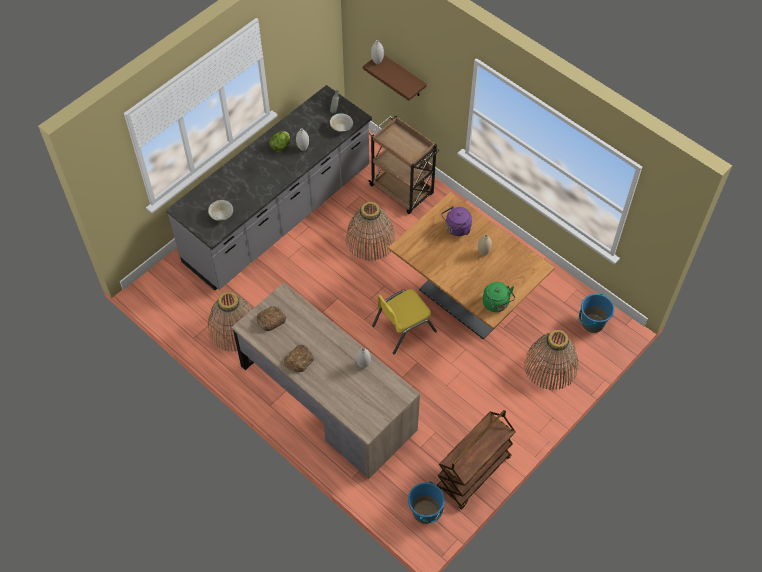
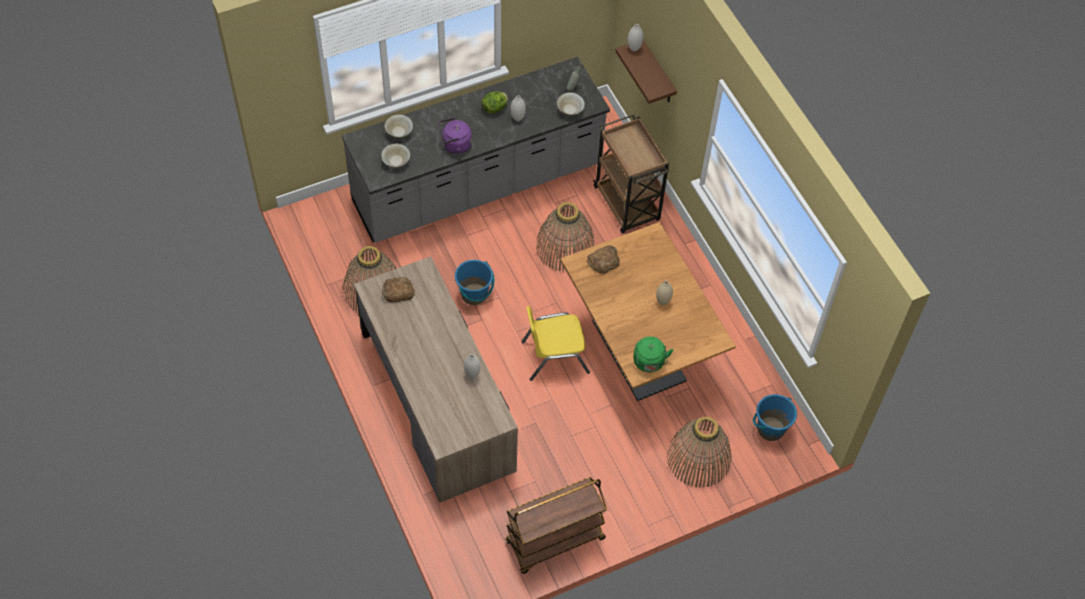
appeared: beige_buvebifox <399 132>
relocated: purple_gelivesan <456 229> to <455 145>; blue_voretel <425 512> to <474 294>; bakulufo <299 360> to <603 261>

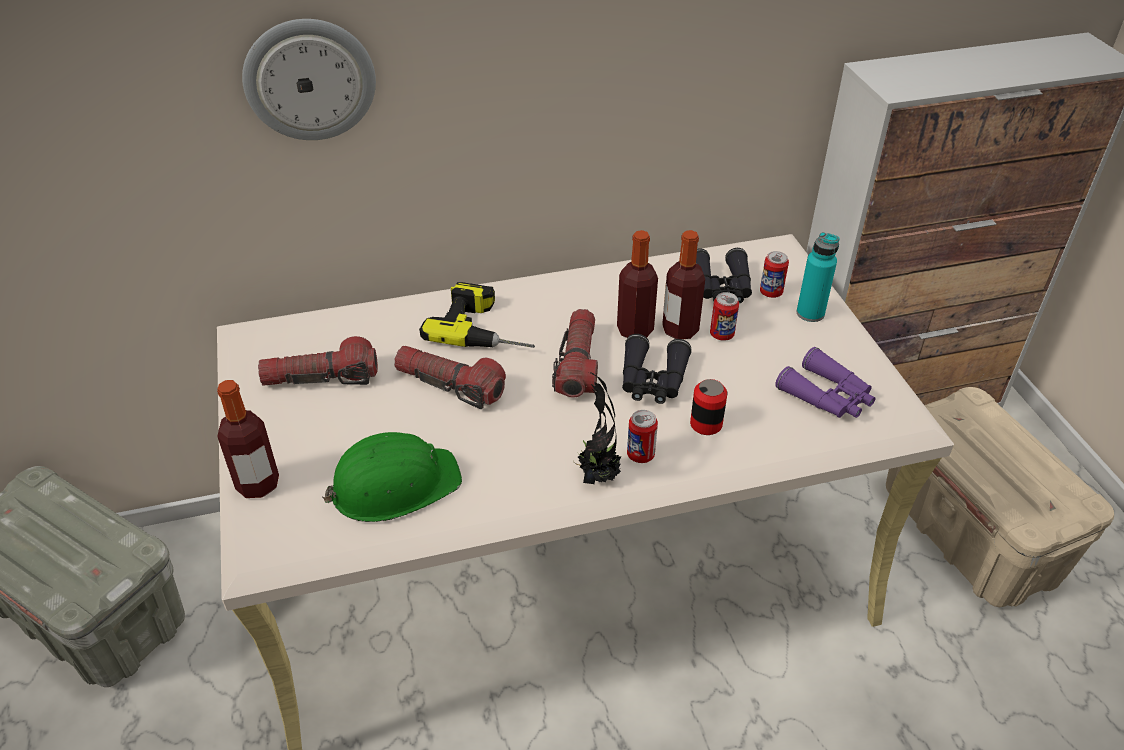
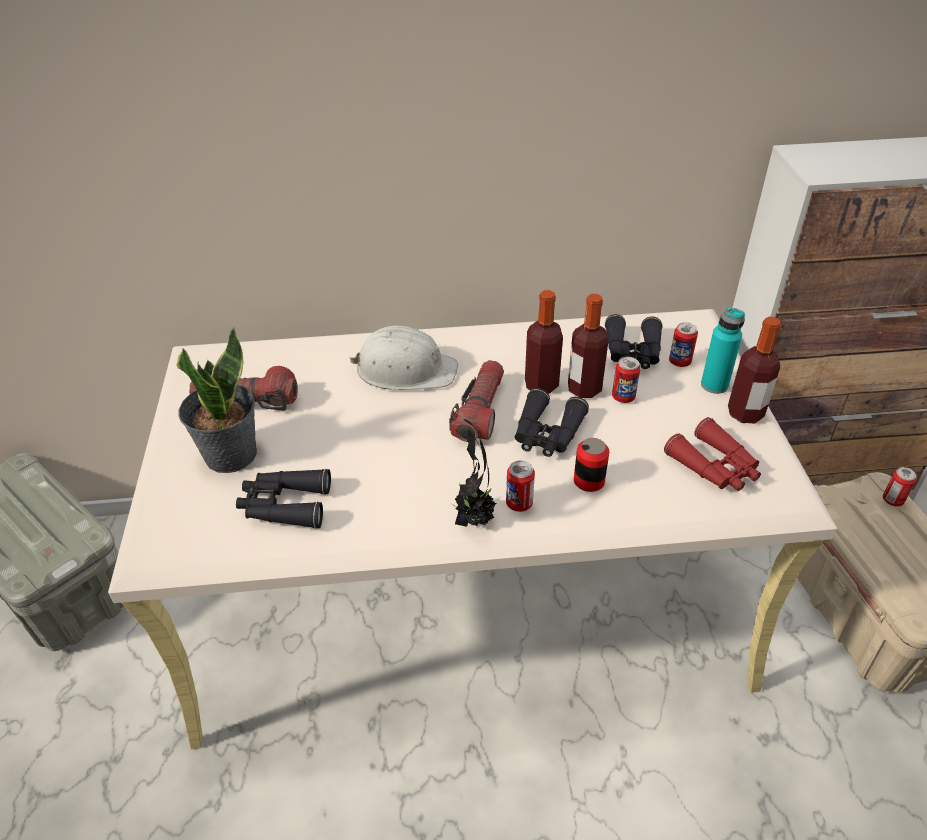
missing: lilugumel <309 79>; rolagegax <450 385>
appeared: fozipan <230 454>; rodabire <892 500>
relocated: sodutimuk <258 484> to <745 413>
exchanged: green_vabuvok <394 485> to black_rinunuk <284 505>; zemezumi <487 327> to white_vabuvok <405 369>
colour: purple_rinunuk <827 396> to red_rinunuk <715 467>

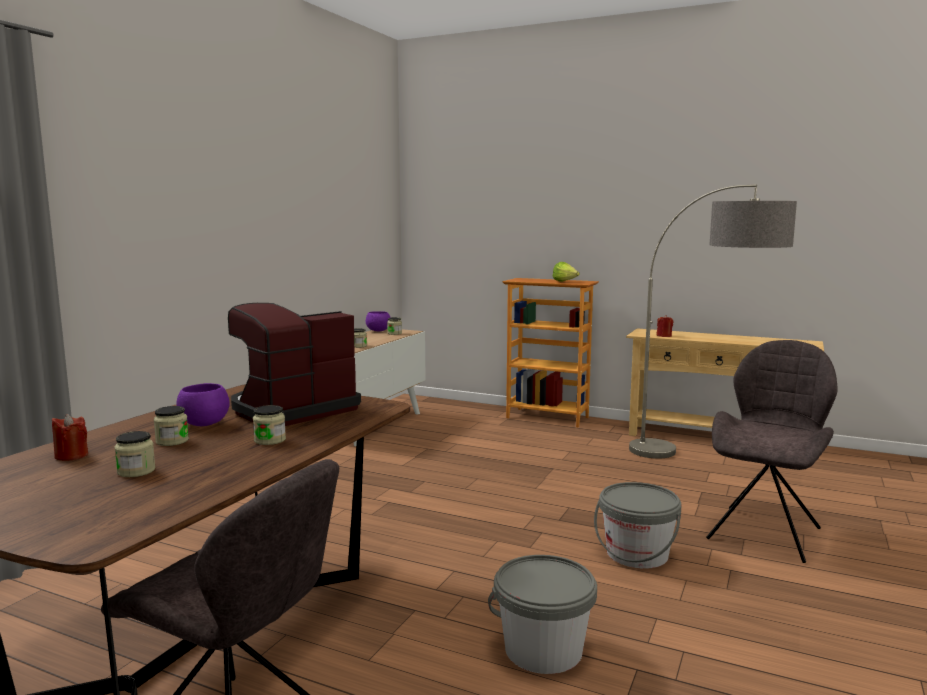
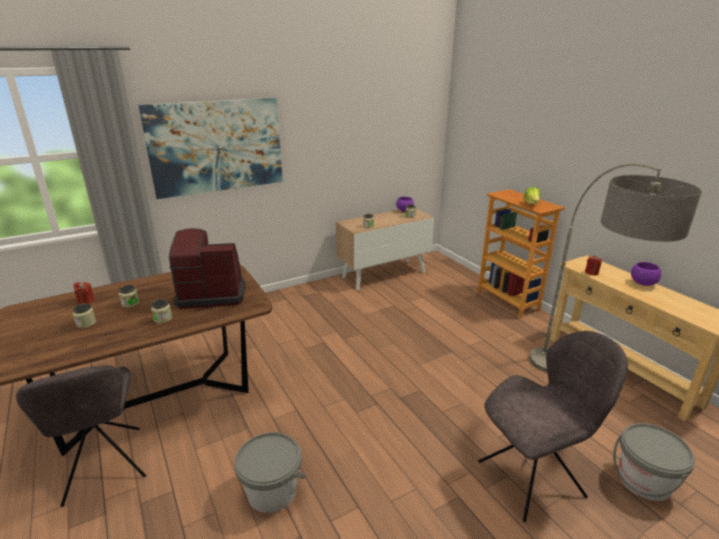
appeared: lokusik <217 146>
relocated: grey_voretel <637 554> to <644 481>; purple_buvebifox <205 424> to <643 283>

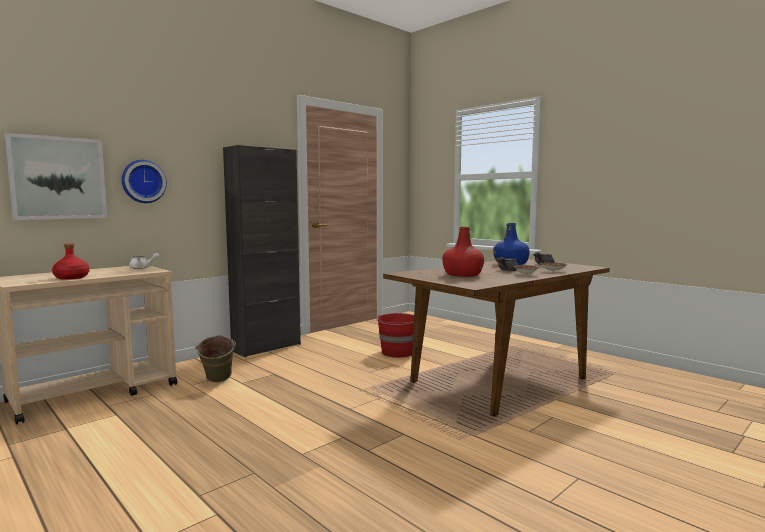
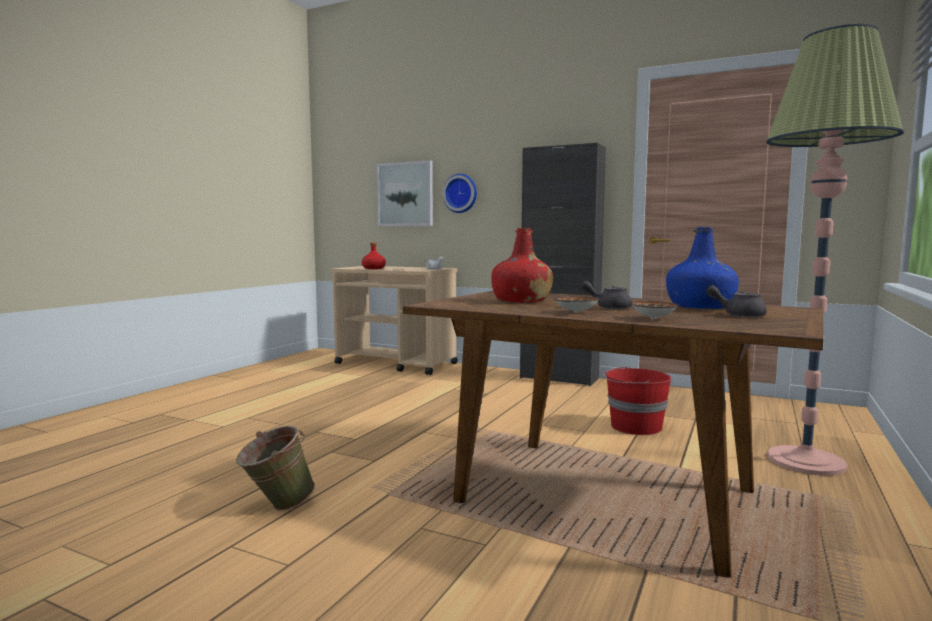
appeared: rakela <806 461>
relocated: green_voretel <217 381> to <276 506>

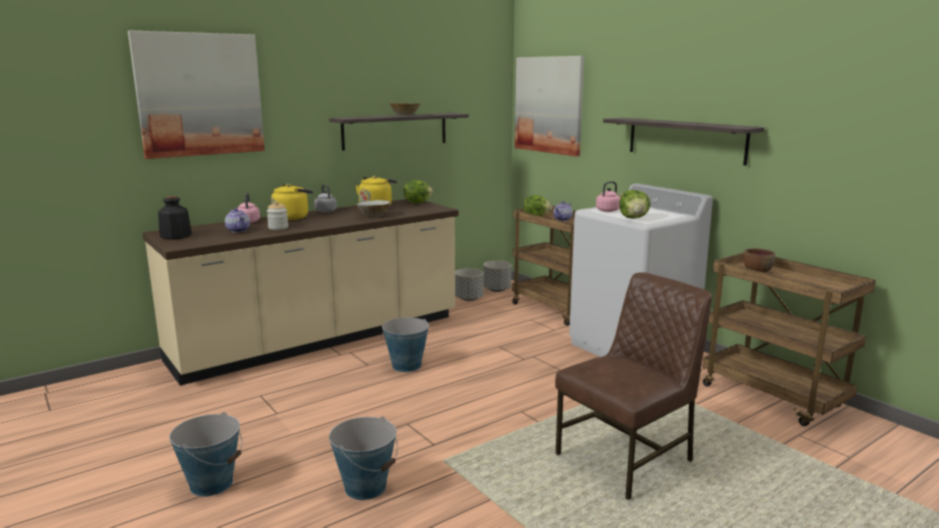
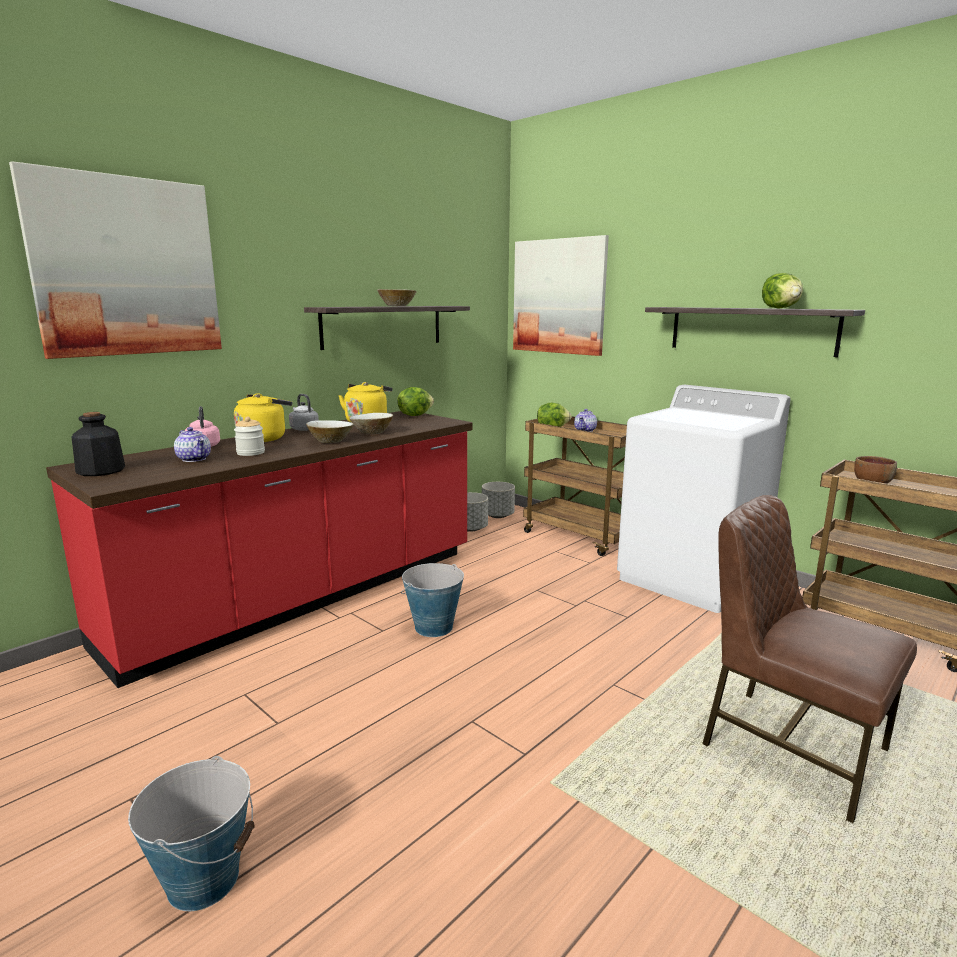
missing: voretel <366 487>; pink_gelivesan <608 210>
appeared: beige_buvebifox <331 441>
relocated: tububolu <634 218> to <781 308>
colour: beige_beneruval <320 339> to red_beneruval <305 597>
spun: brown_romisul <627 458> = <790 747> 90 degrees counterclockwise

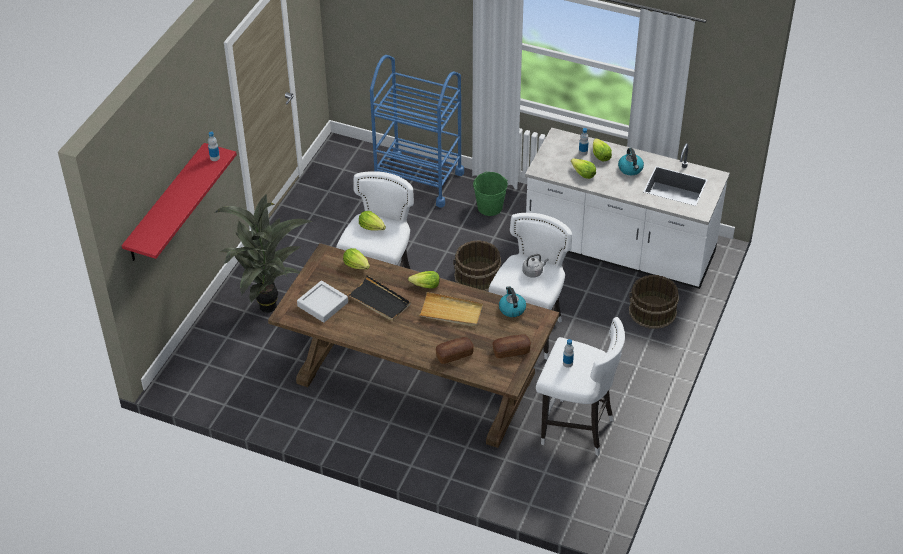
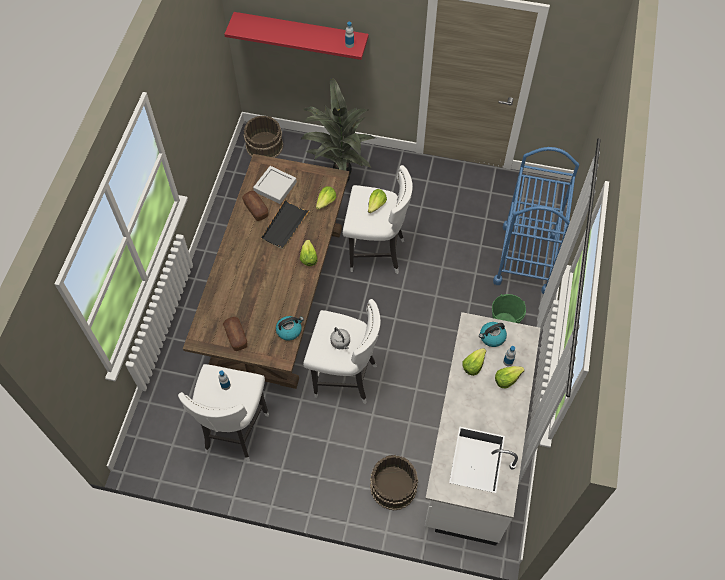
missing: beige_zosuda <451 312>
relocated: bakulufo <454 355> to <256 209>; brown_voretel <477 276> to <264 145>; gelivesan <630 169> to <492 337>

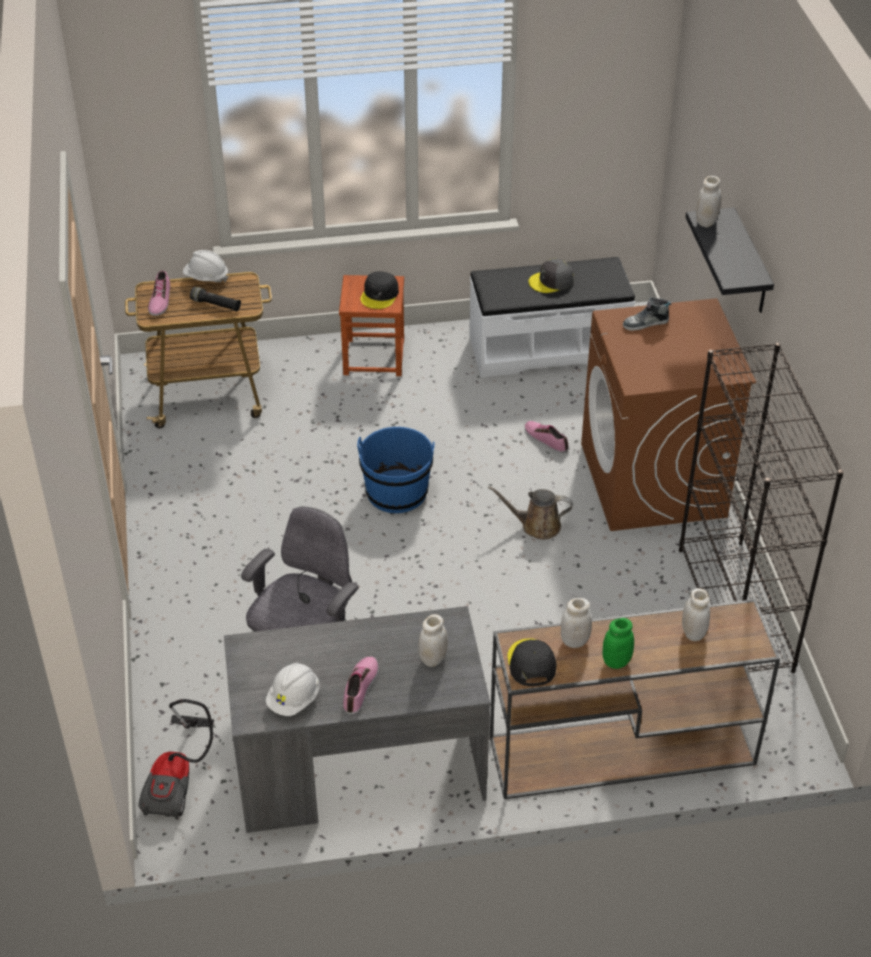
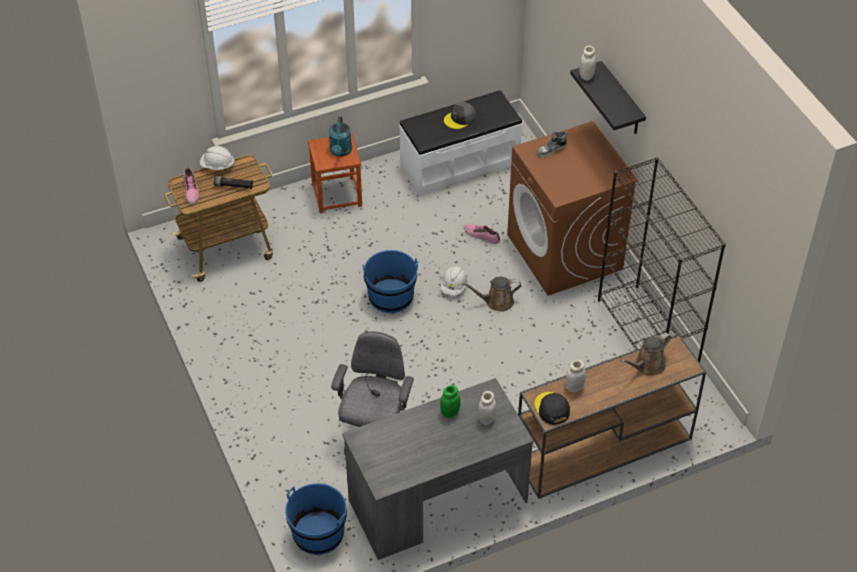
missing: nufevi <361 687>
relocated: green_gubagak <616 661> to <449 412>; white_vabuvok <294 699> to <454 286>
exchanged: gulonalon <179 778> to blue_voretel <318 534>; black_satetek <380 295> to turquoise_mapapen <340 152>; white_gubagak <693 633> to brown_mapapen <647 366>

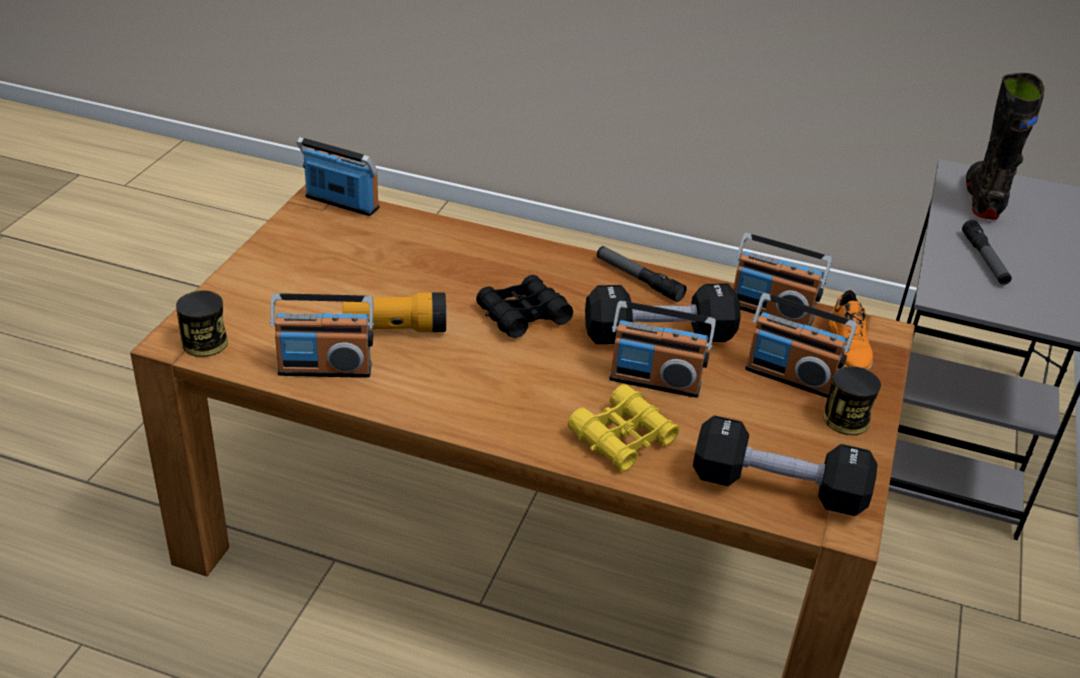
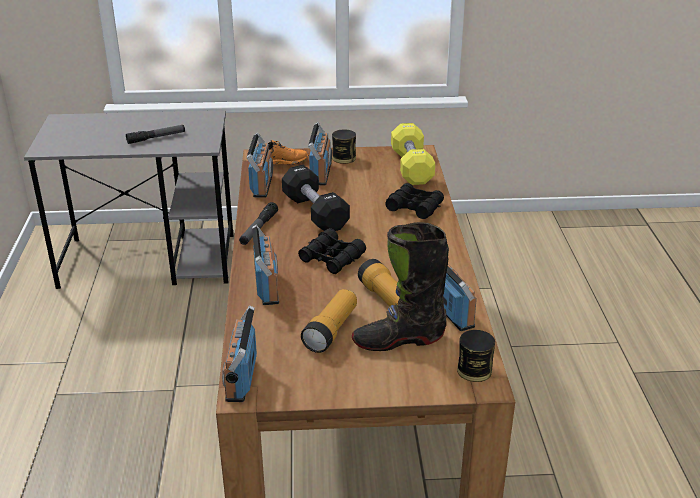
appeared: rolagegax <331 330>
relocated: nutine <655 381> to <267 287>; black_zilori <983 199> to <398 340>
colour: yellow_rinunuk <623 438> to black_rinunuk <414 207>; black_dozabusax <777 488> to yellow_dozabusax <411 167>

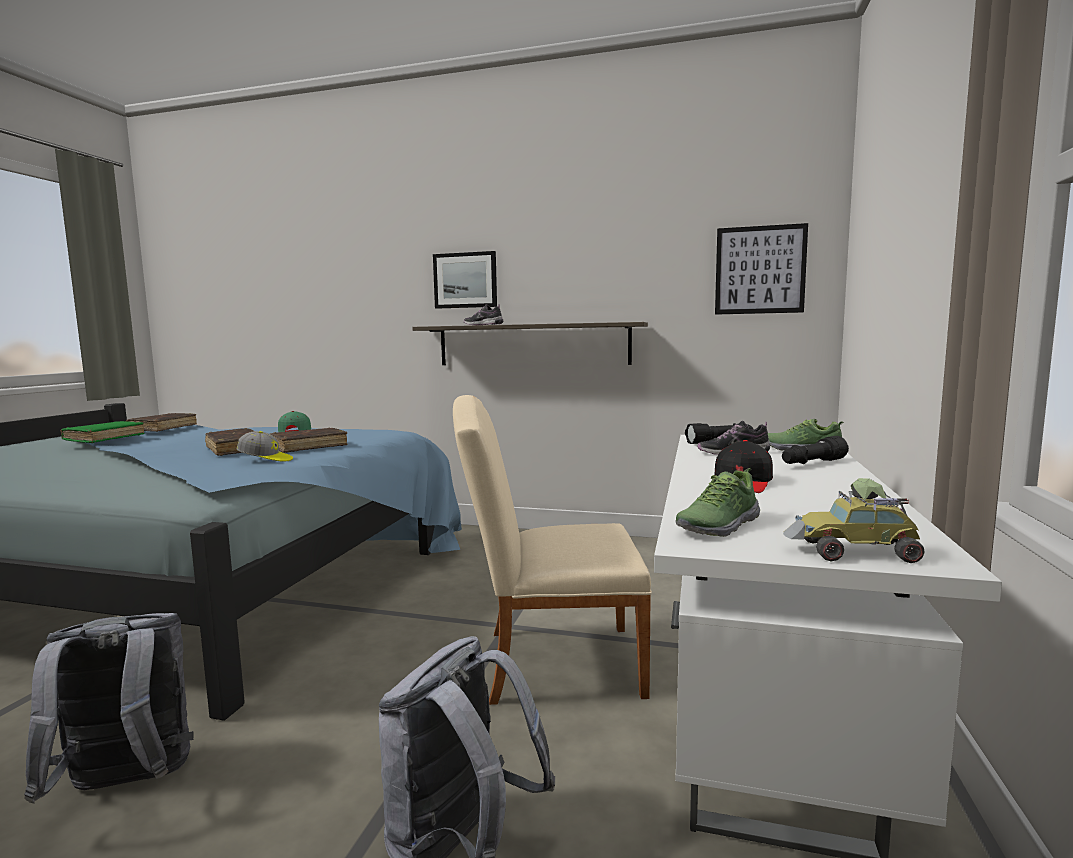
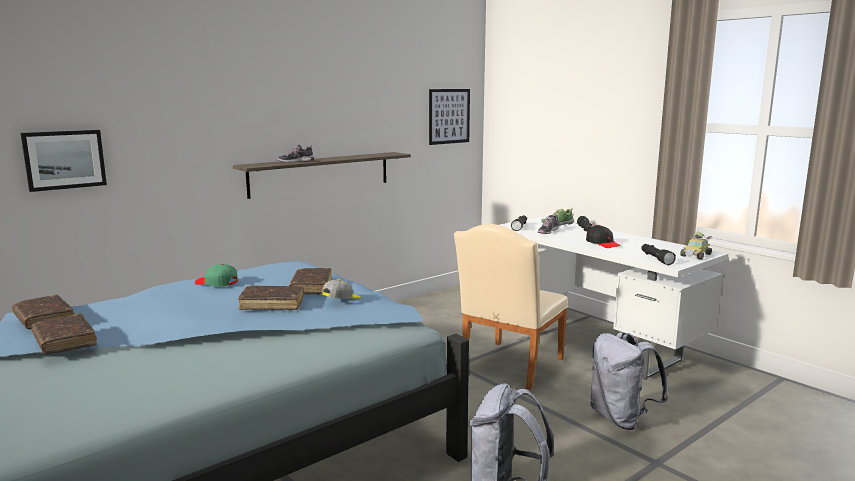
relocated: lokusik <465 280> to <64 159>
exchanged: nufevi <717 525> to black_rolagegax <655 259>
colour: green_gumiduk <105 438> to brown_gumiduk <64 341>

